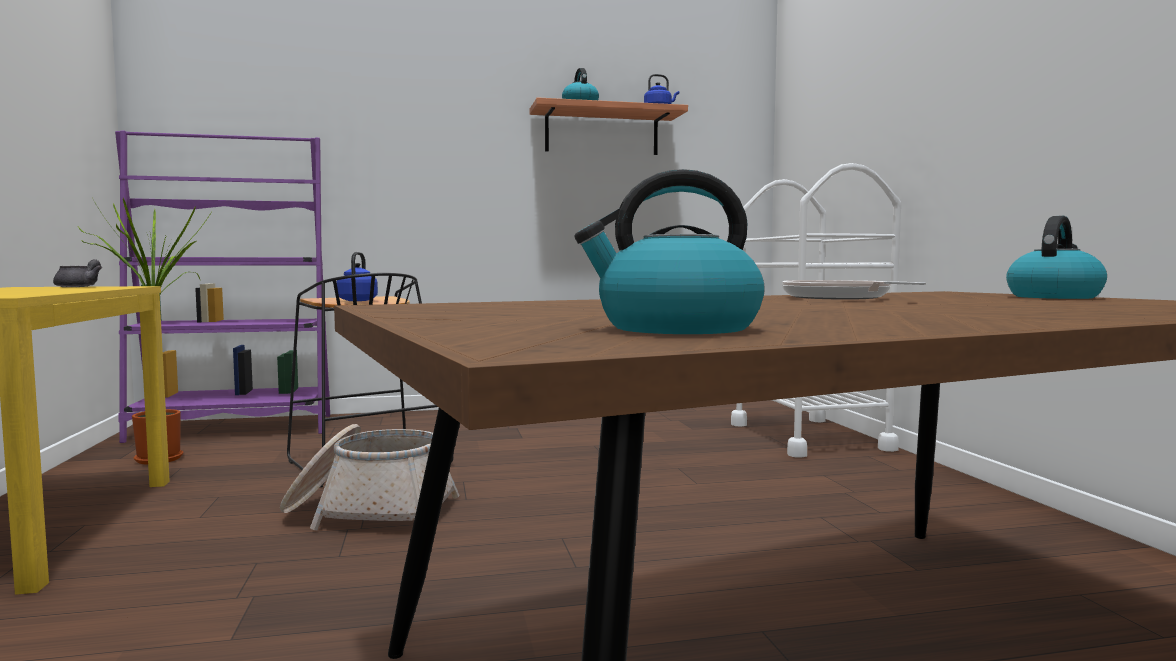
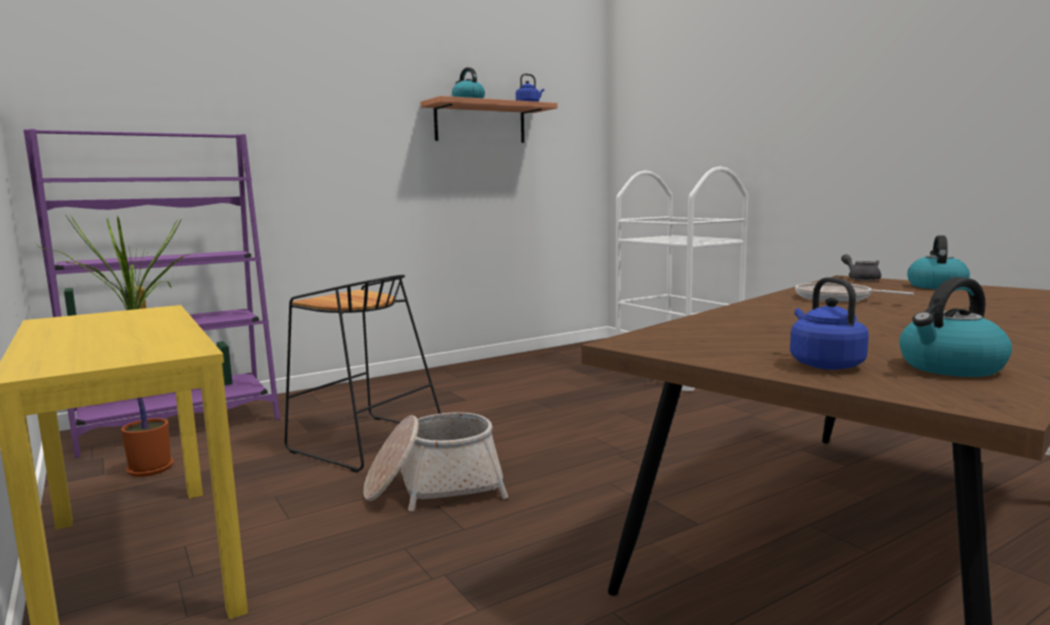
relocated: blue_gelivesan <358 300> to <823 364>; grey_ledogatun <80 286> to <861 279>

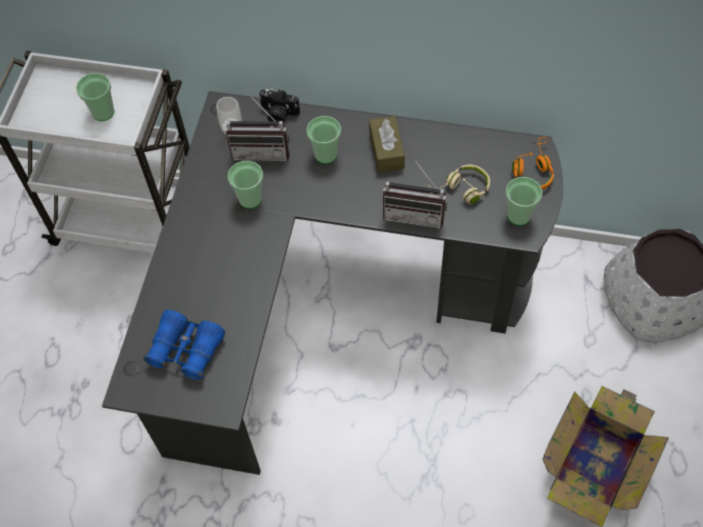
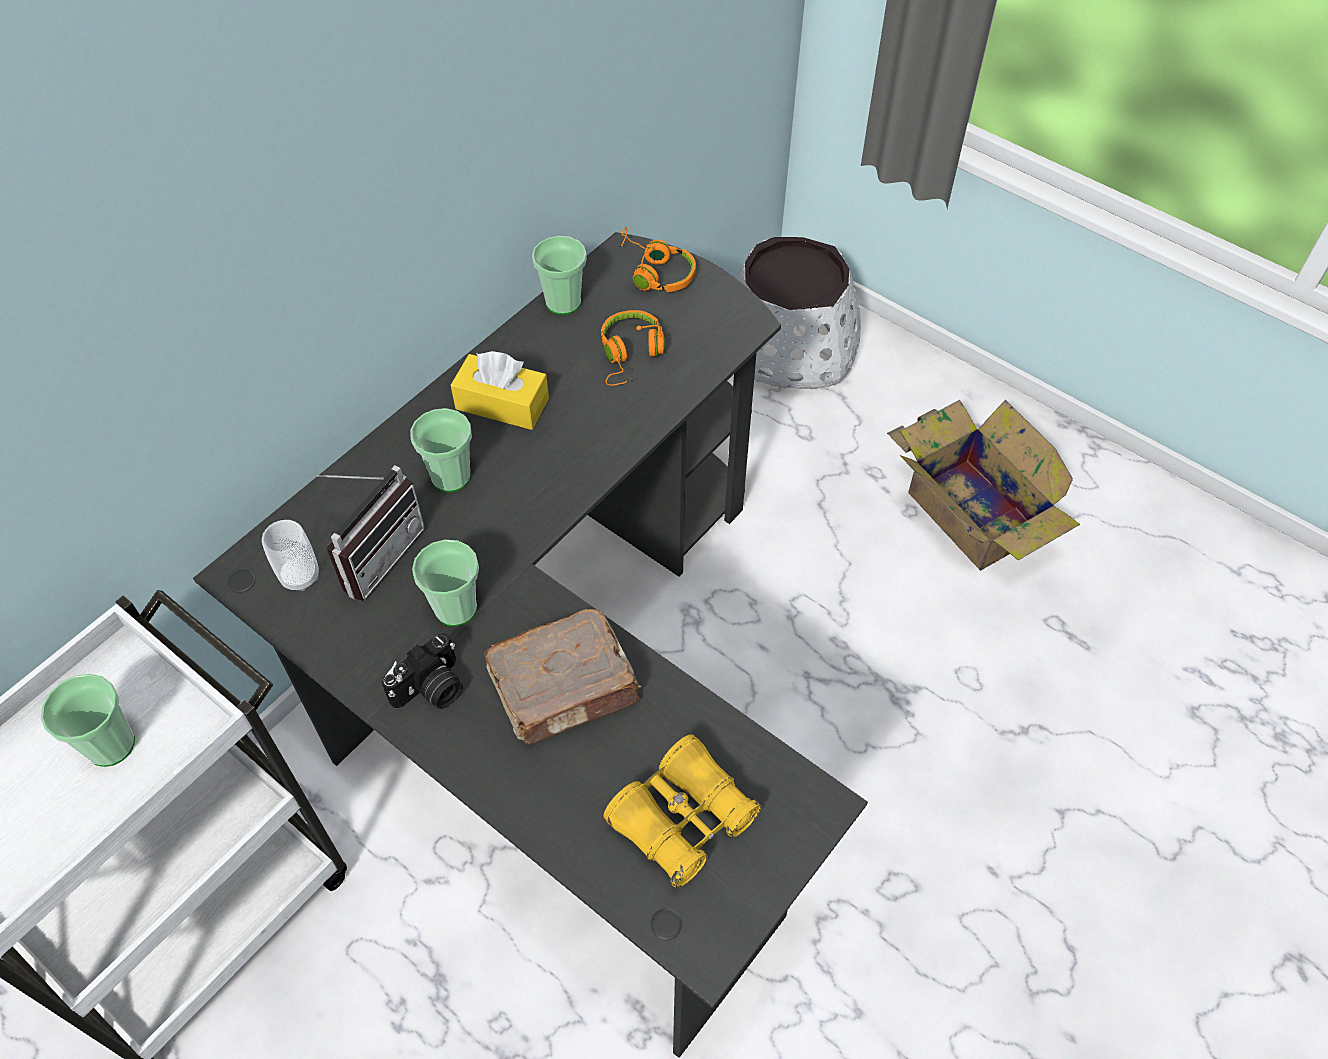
missing: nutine <415 213>
appeared: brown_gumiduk <566 688>
relocated: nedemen <278 114> to <431 690>; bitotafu <518 215> to <563 302>
colour: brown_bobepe <386 150> to yellow_bobepe <502 404>; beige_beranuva <461 190> to orange_beranuva <631 354>; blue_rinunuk <186 350> to yellow_rinunuk <682 819>

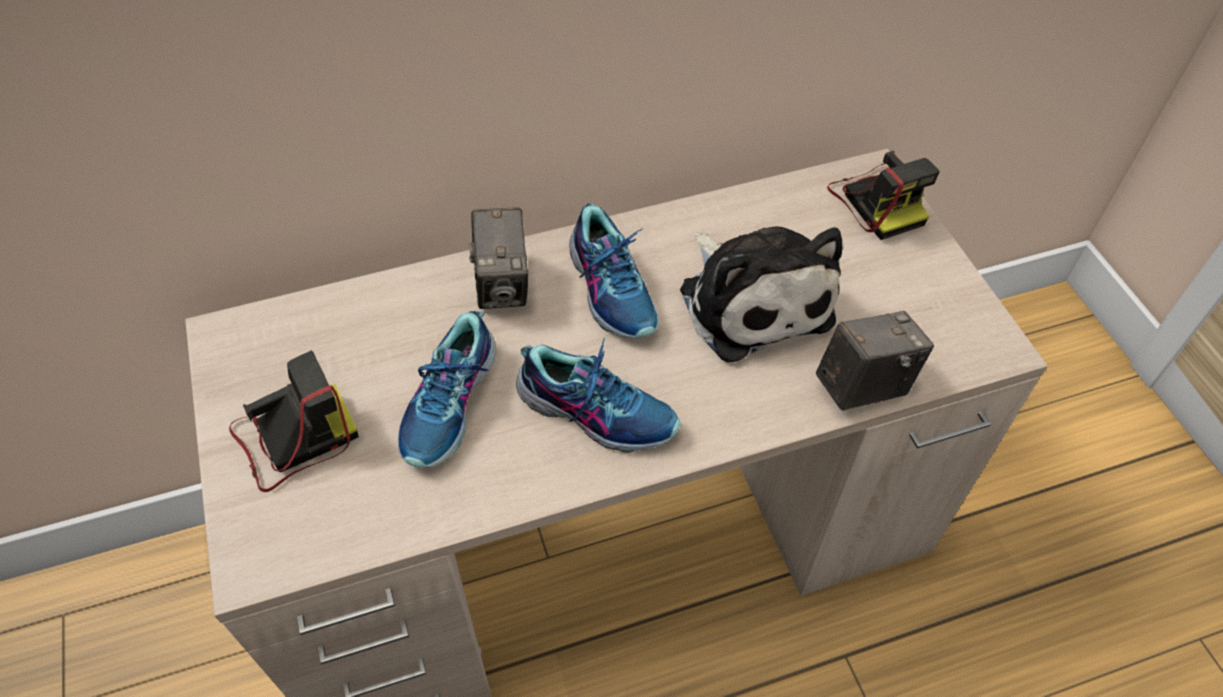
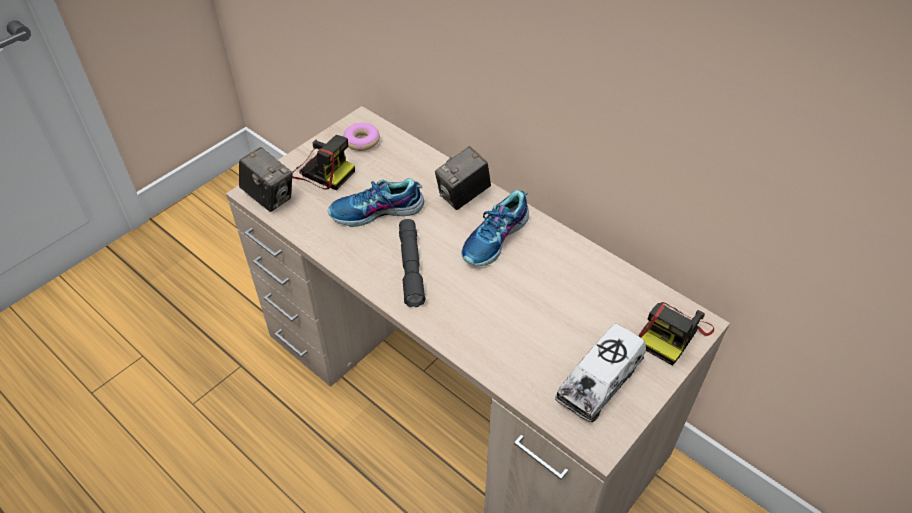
missing: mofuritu <752 299>
appeared: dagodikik <361 141>; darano <599 382>
relocated: nedemen <863 385> to <269 197>
exchanged: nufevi <597 410> to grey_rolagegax <411 267>

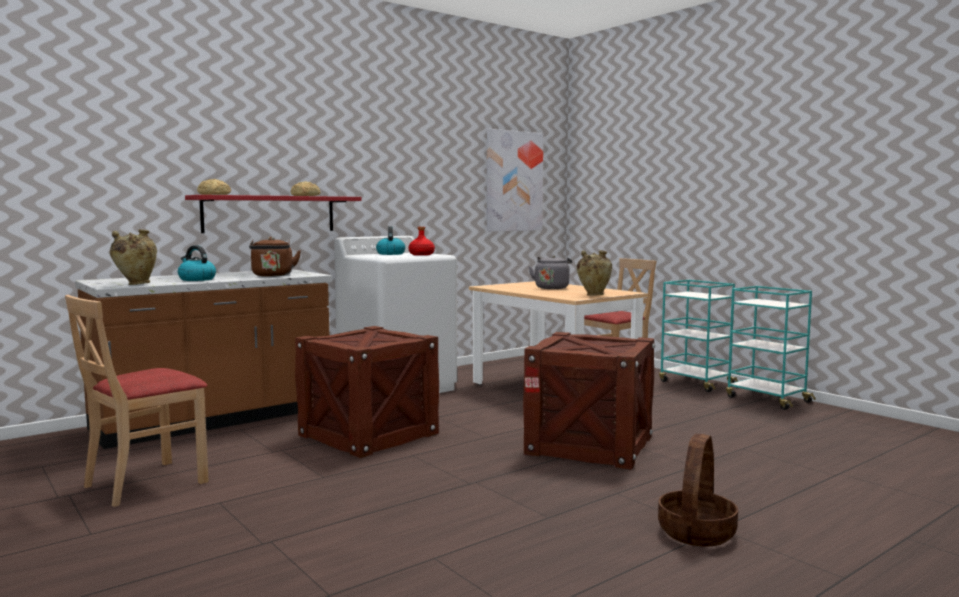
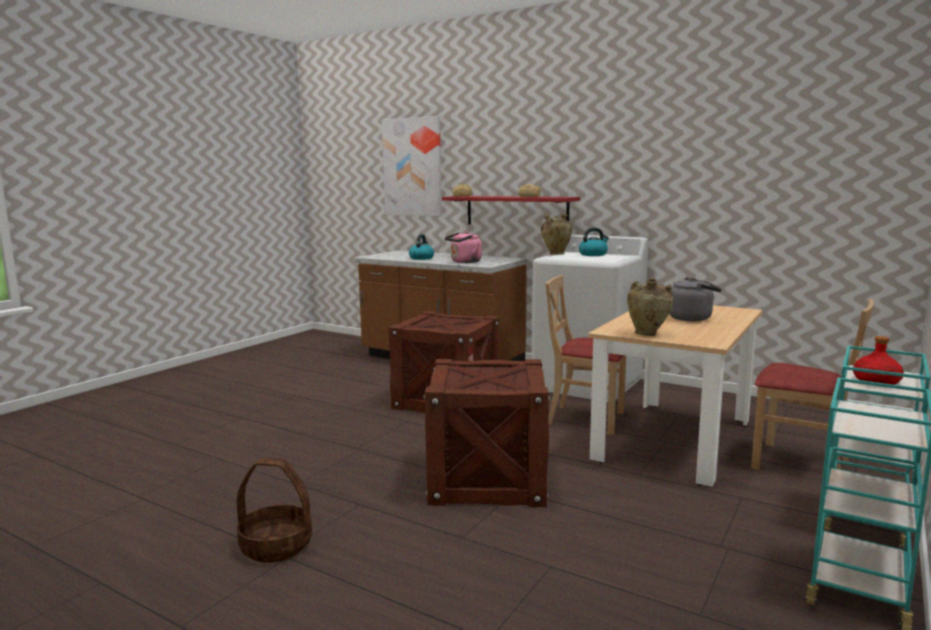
relocated: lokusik <514 181> to <412 167>; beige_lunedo <135 284> to <556 254>; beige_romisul <145 483> to <586 419>; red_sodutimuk <421 255> to <876 382>
colour: brown_gelivesan <272 275> to pink_gelivesan <464 262>

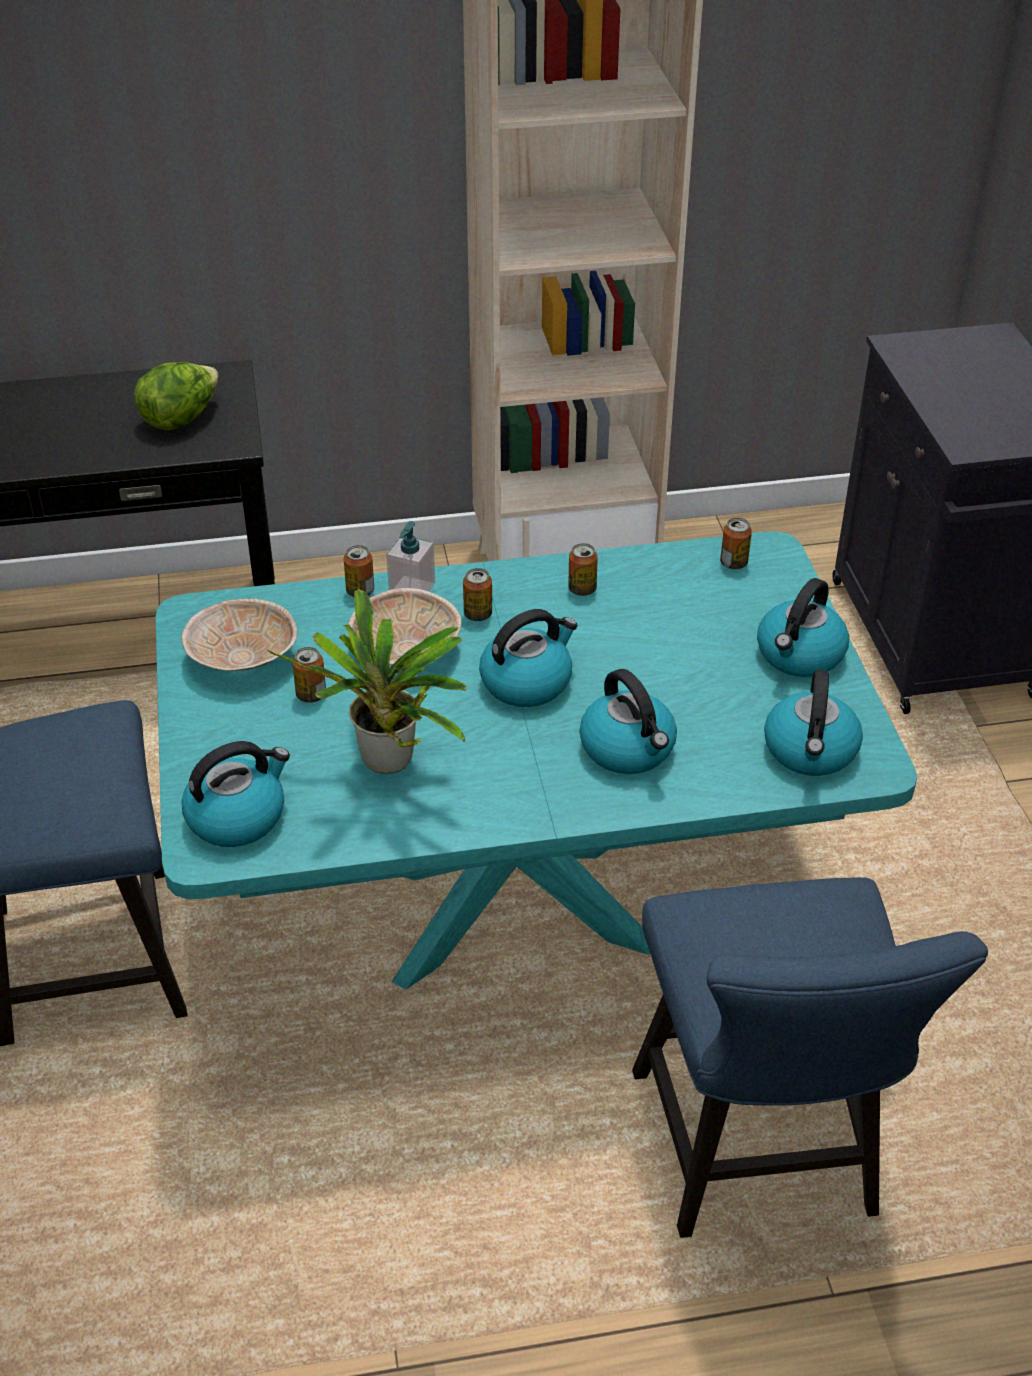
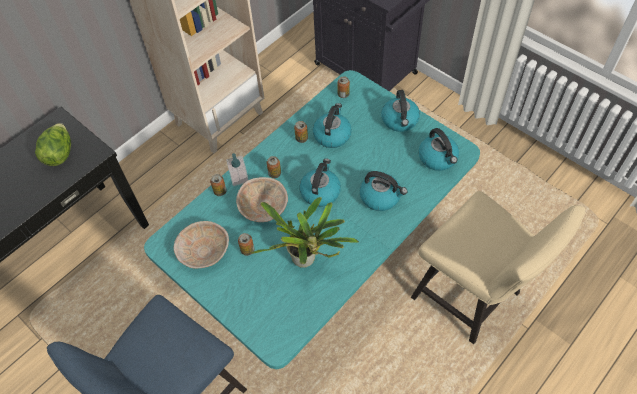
relocated: gelivesan <237 816> to <332 135>
colour: blue_romisul <761 1158> to beige_romisul <472 299>

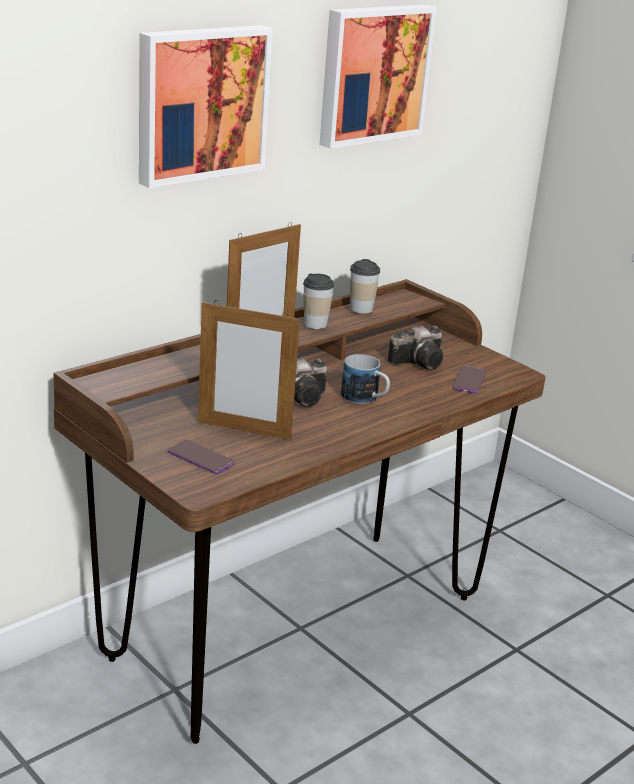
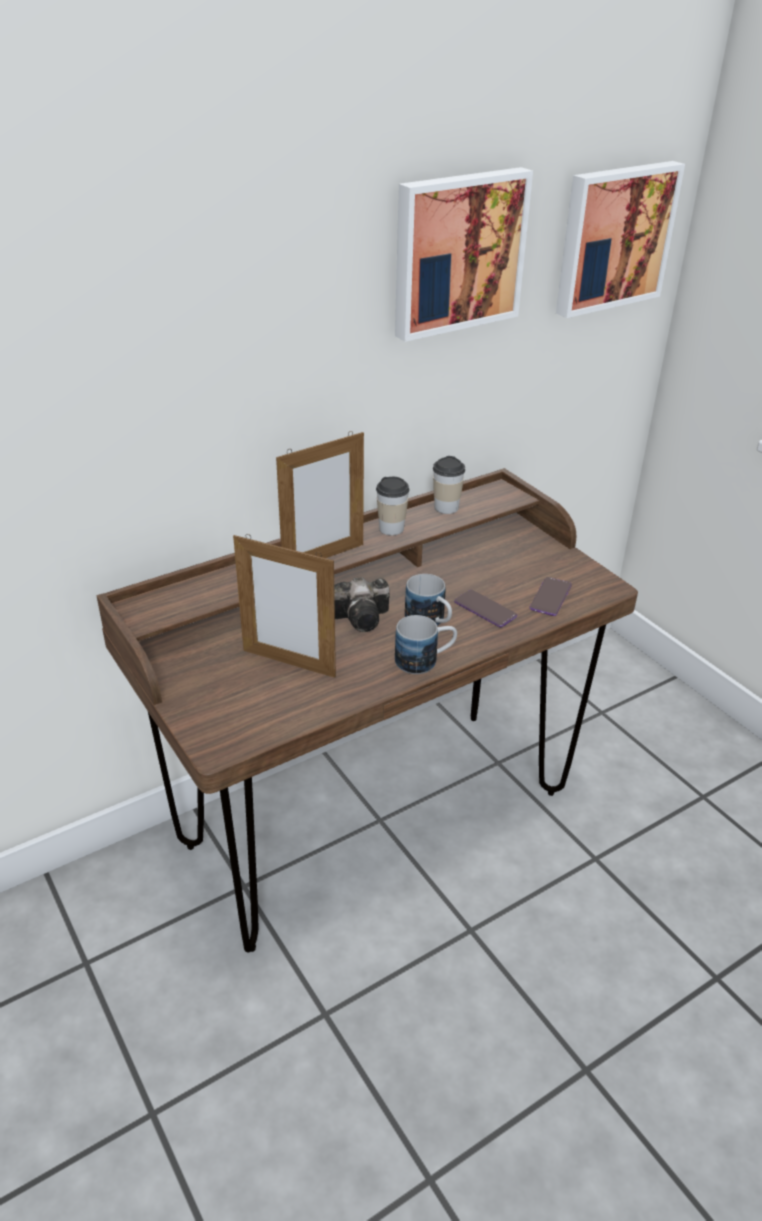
missing: nedemen <420 361>
appeared: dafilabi <425 660>
relocated: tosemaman <201 458> to <485 609>; lokusik <200 103> to <613 237>

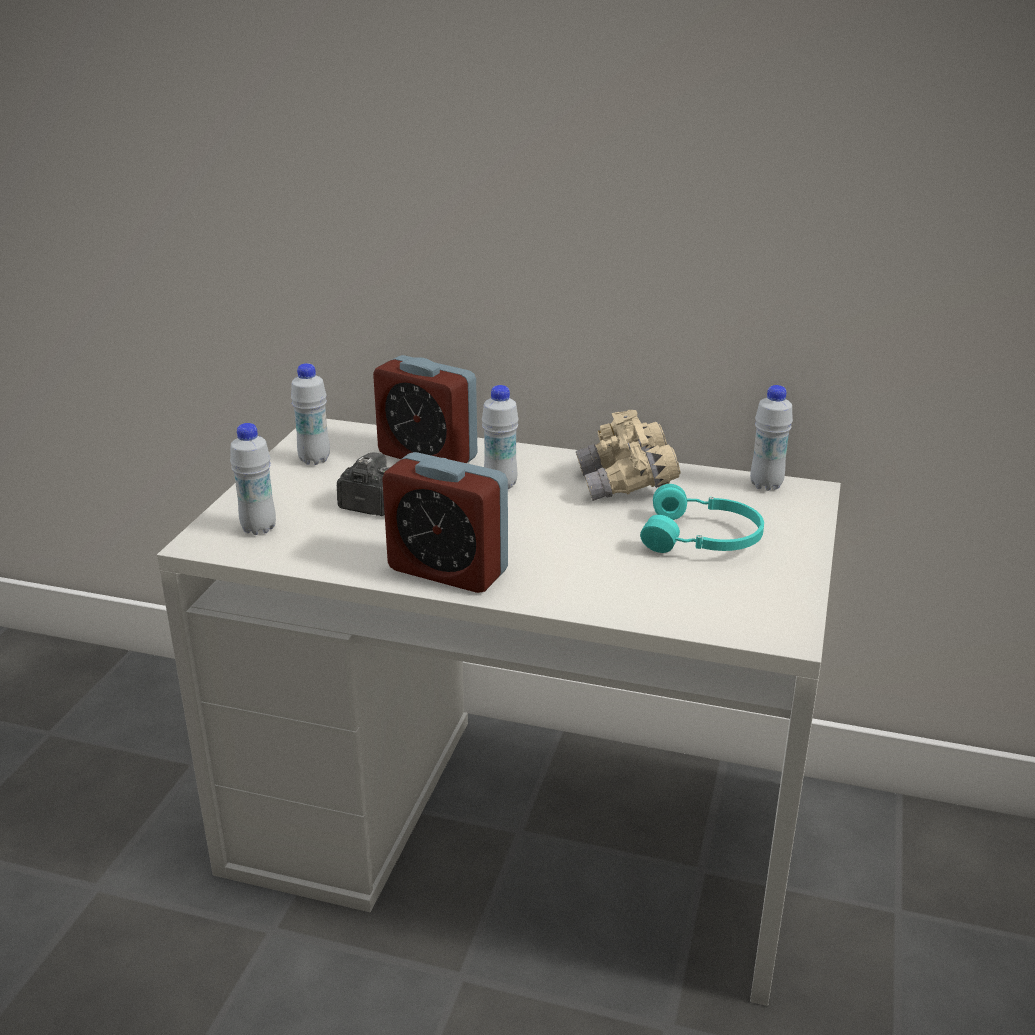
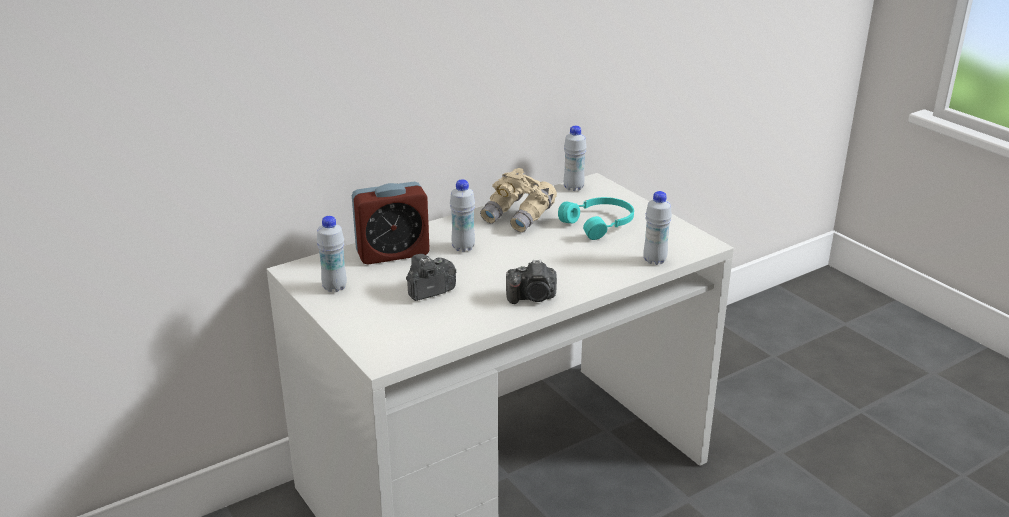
relocated: white_sodutimuk <258 528> to <654 260>
exchanged: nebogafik <448 570> to nedemen <532 297>

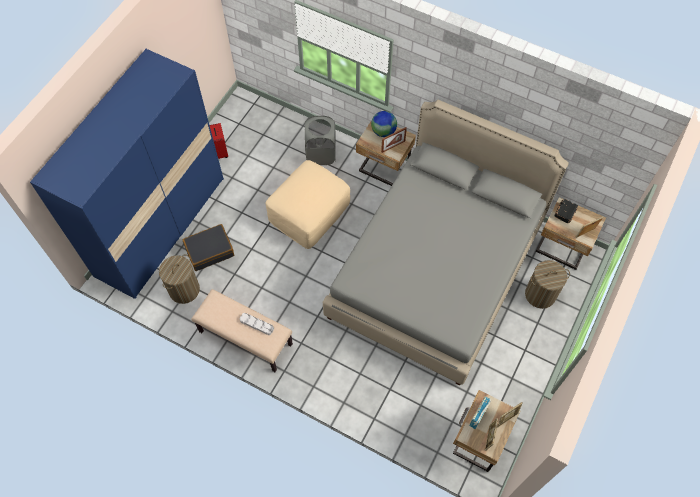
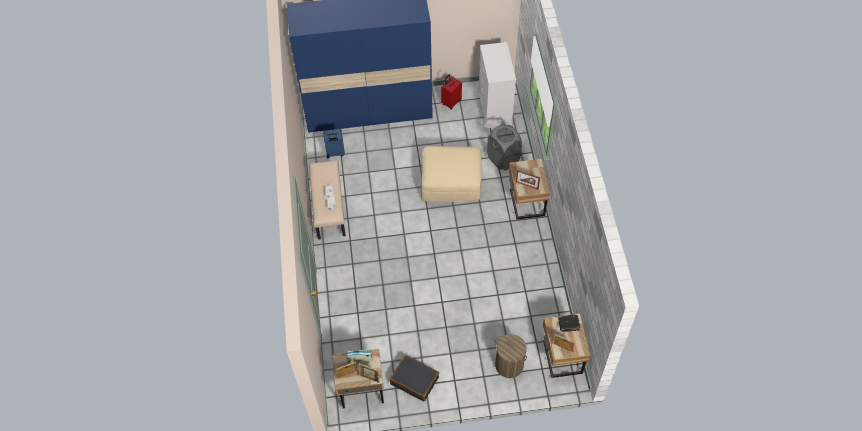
missing: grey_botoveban <436 269>; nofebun <383 131>
appeared: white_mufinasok <495 109>
relocated: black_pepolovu <209 250> to <414 380>
exchanged: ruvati <184 290> to blue_pepolovu <335 153>

